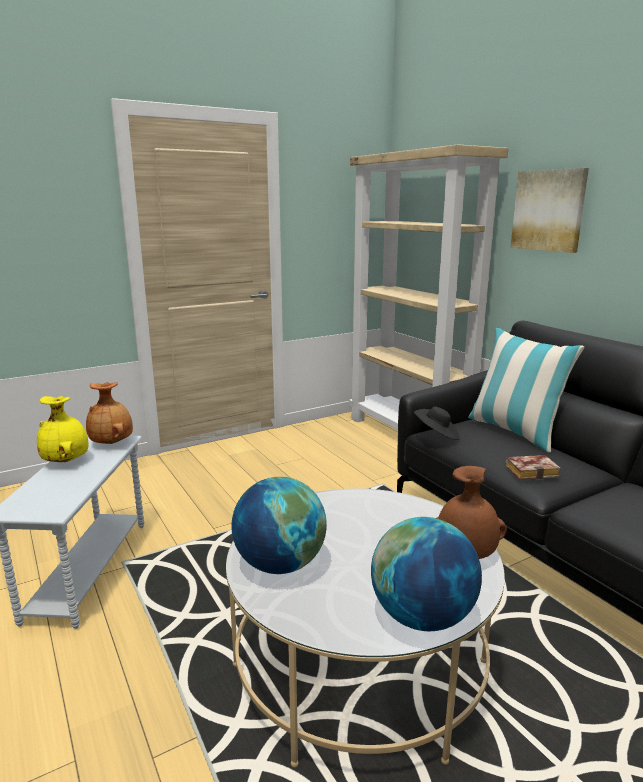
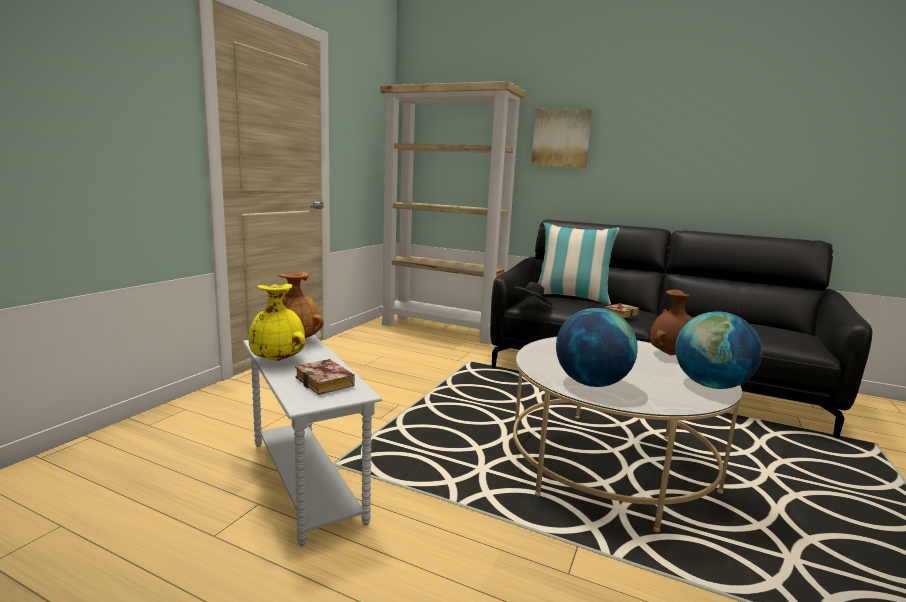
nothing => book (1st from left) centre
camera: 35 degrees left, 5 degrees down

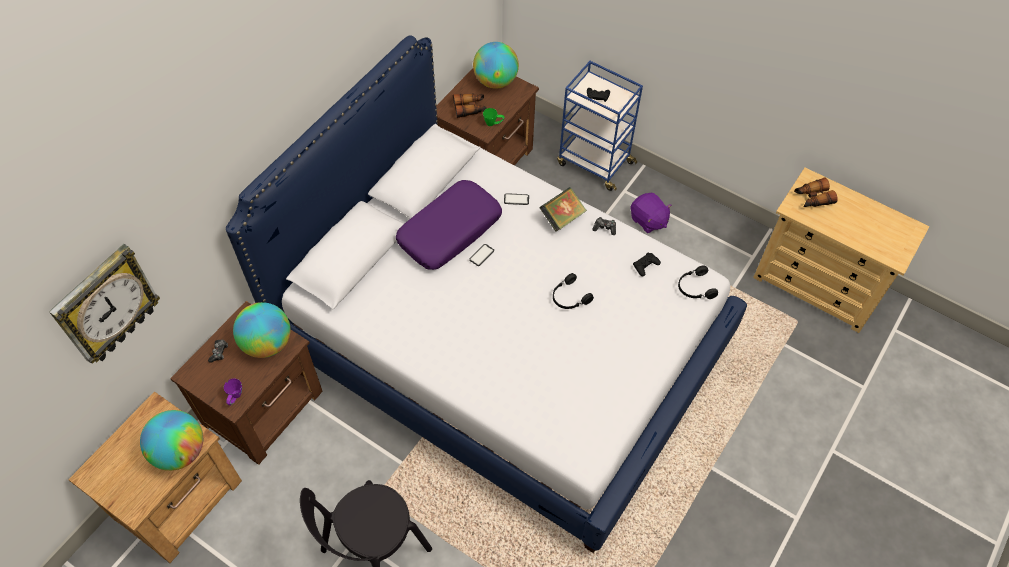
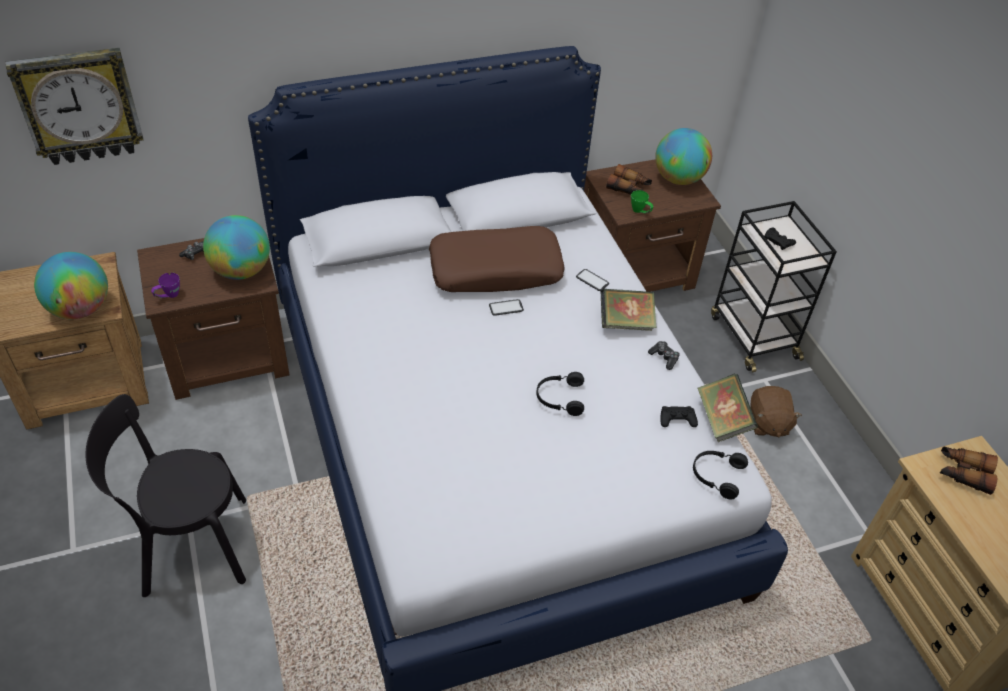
purple pillow centre => brown-coloured pillow centre
nothing => book (2nd from left) middle right
blue-coloured wheeled cart top centre => blackish wheeled cart middle right
purple soft toy centre => brown-coloured soft toy middle right
camera: 35 degrees right, 10 degrees down

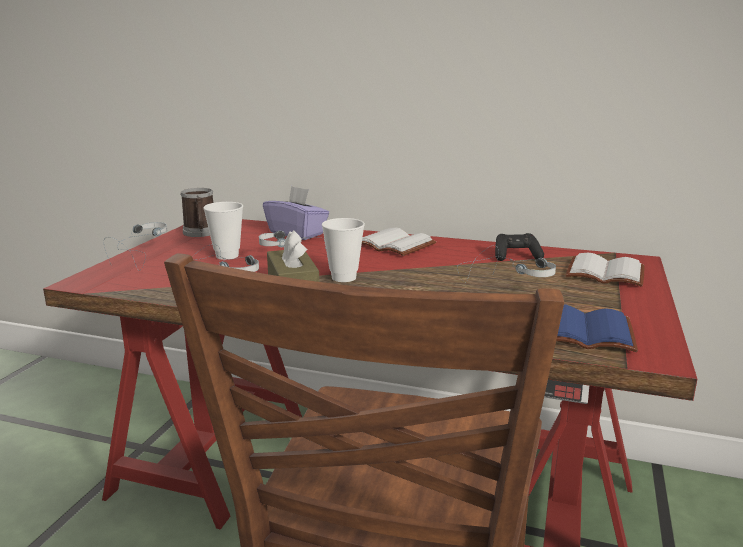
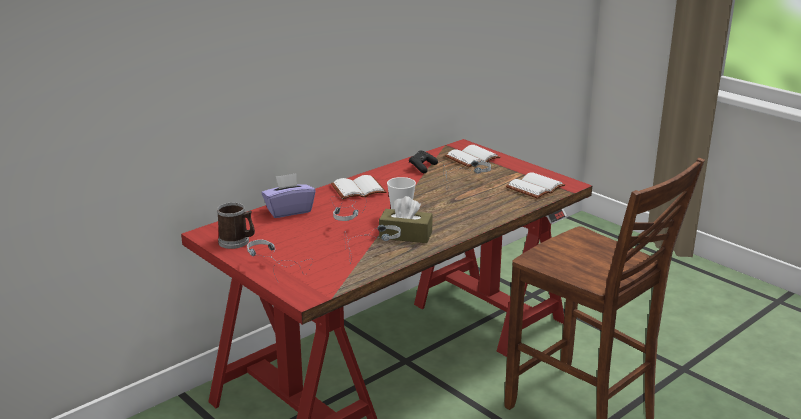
blue-coloured book middle right => whitish book (3rd from left) middle right
drinking cup (1st from left) middle left => nothing
camera: 60 degrees left, 5 degrees up

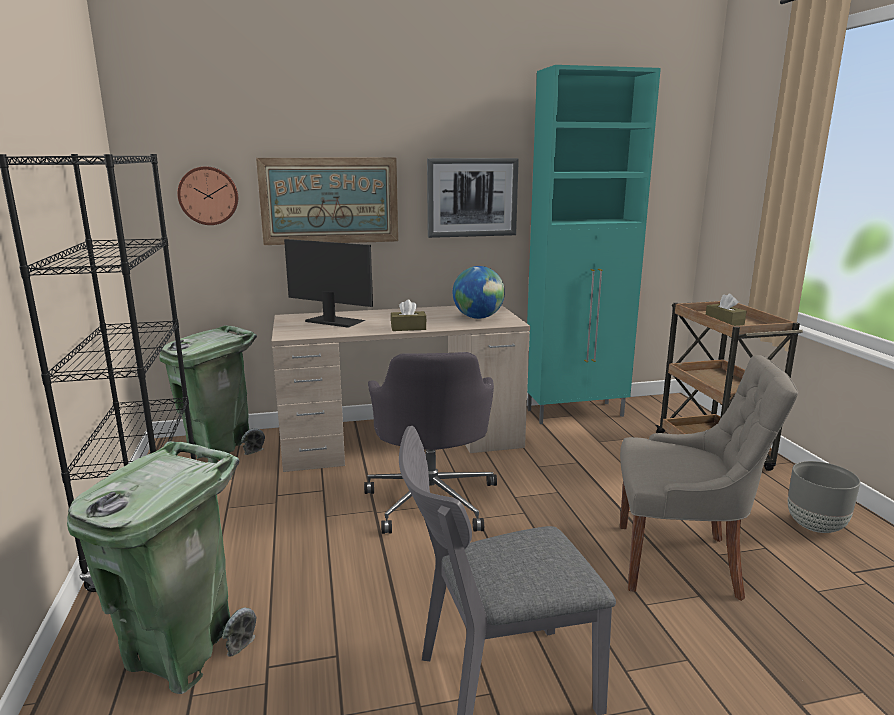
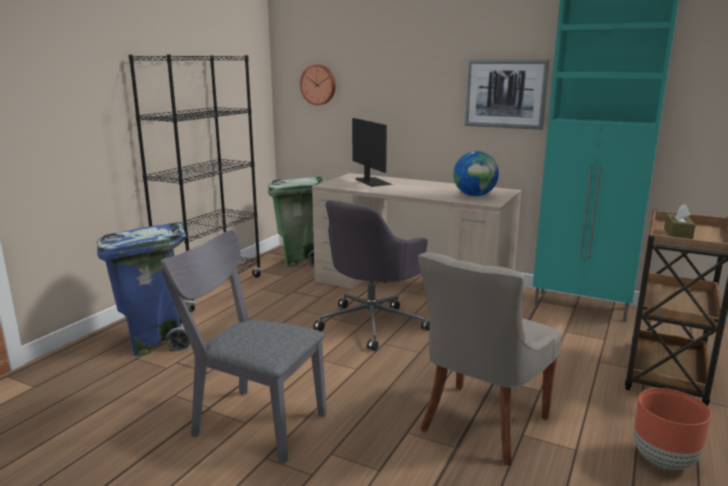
greenish trash can (1st from left) bottom left => blue-coloured trash can middle left
grey upright chair (2nd from left) bottom right, 75 degrees clockwise
grey plant pot bottom right => brown-coloured plant pot bottom right
wall picture (1st from left) top centre => nothing
brown-coloured tissue box (1st from left) centre => nothing
camera: 40 degrees right, 0 degrees up

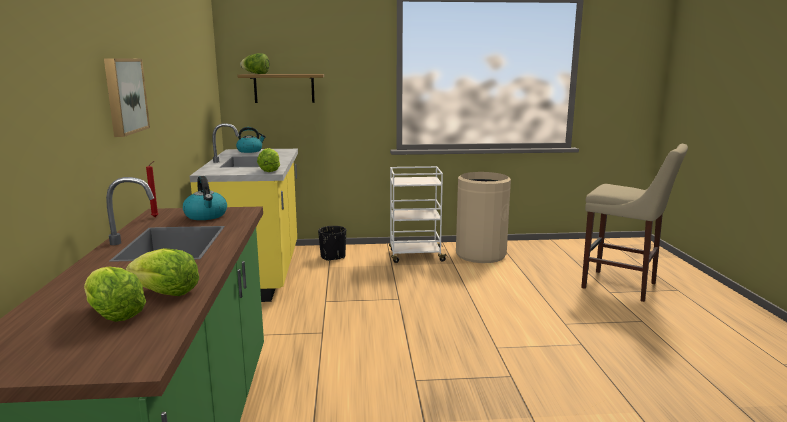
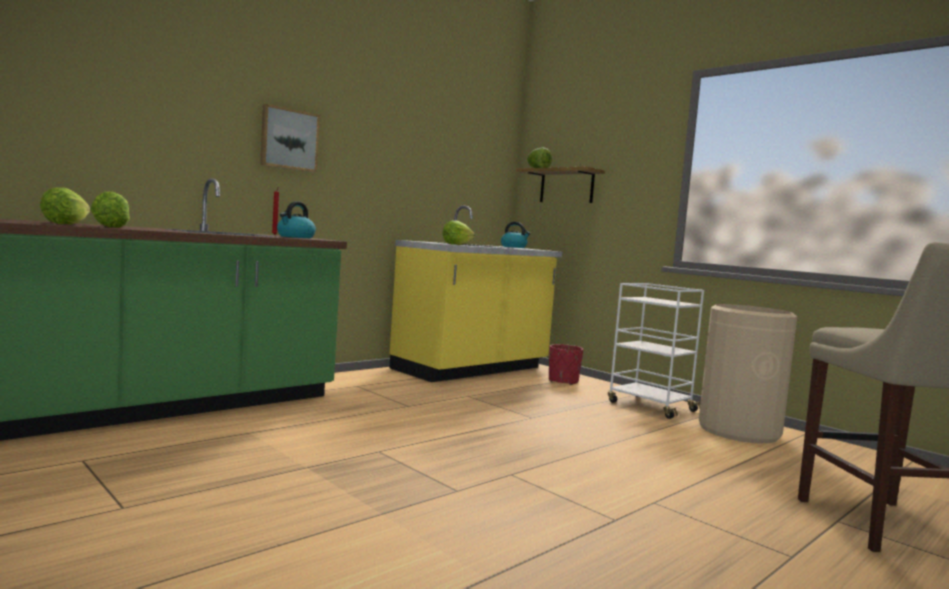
blackish plant pot centre => reddish plant pot centre
camera: 50 degrees right, 10 degrees down

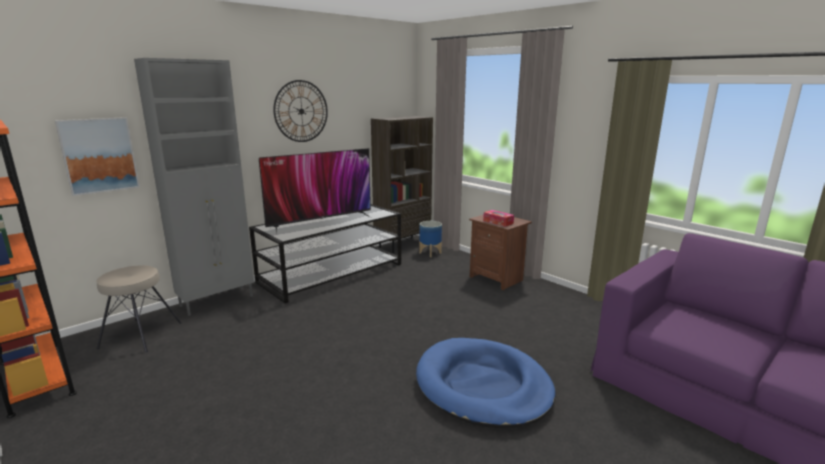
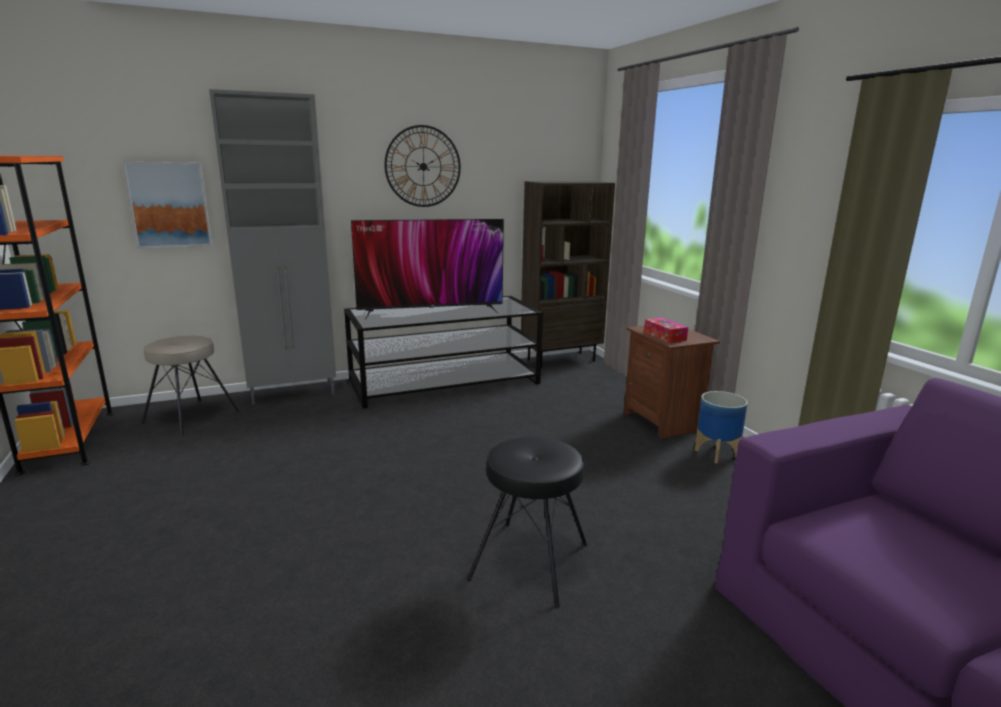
blue-coloured dog cushion bottom centre => blackish stool seat bottom centre
plant pot centre => plant pot middle right, move
camera: 20 degrees right, 0 degrees up

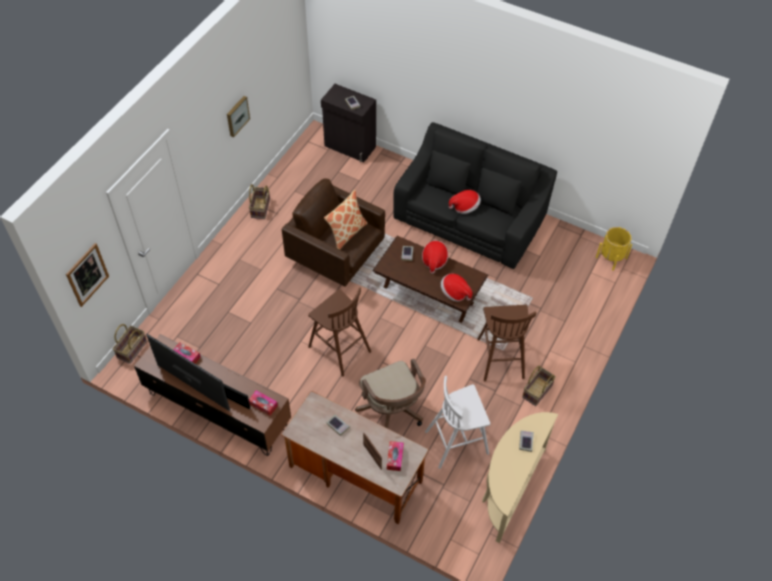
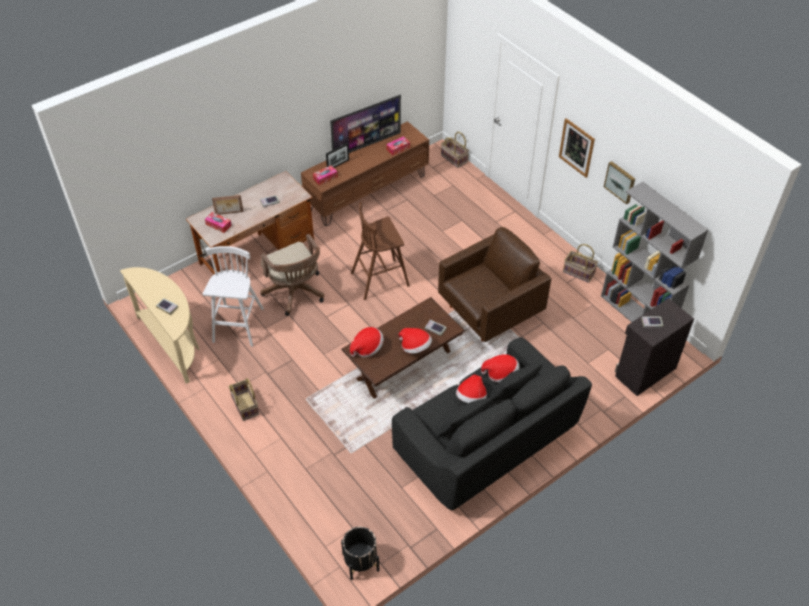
brown-coloured desk chair bottom centre => brown-coloured desk chair centre, 120 degrees counterclockwise
yellowish plant pot middle right => blackish plant pot bottom centre
nothing => wearable hat (4th from left) centre
wall picture (1st from left) middle left => wall picture (1st from left) top right, move
nothing => grey bookcase middle right
pillow centre => nothing
brown-coloured stool seat (2nd from left) centre => nothing
camera: 115 degrees right, 5 degrees down

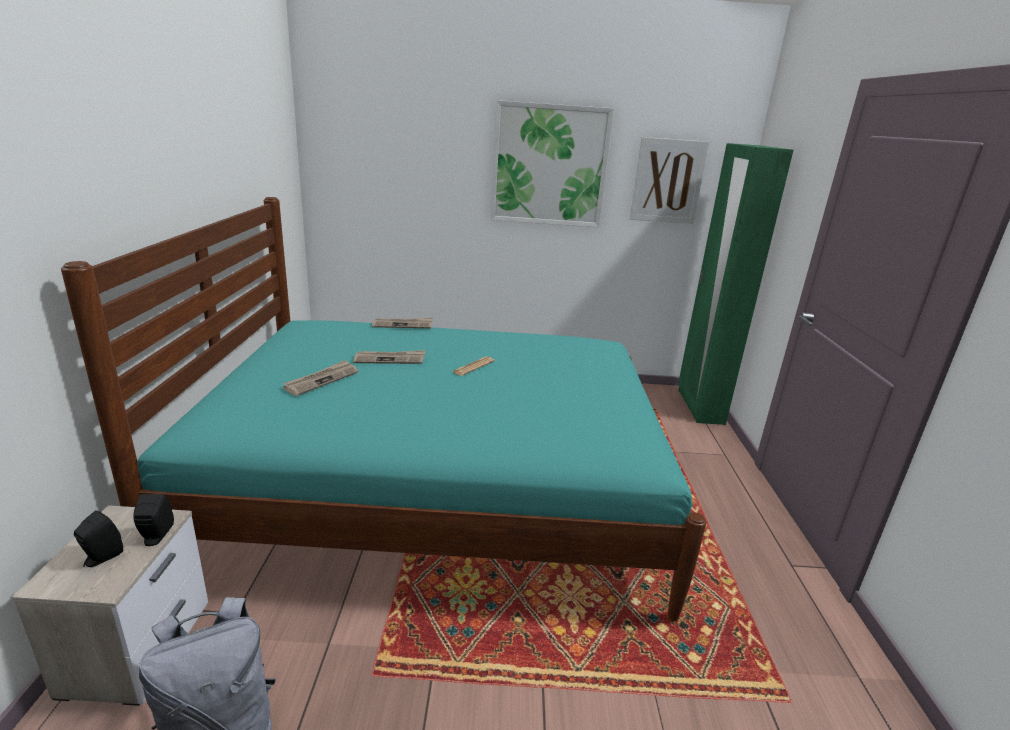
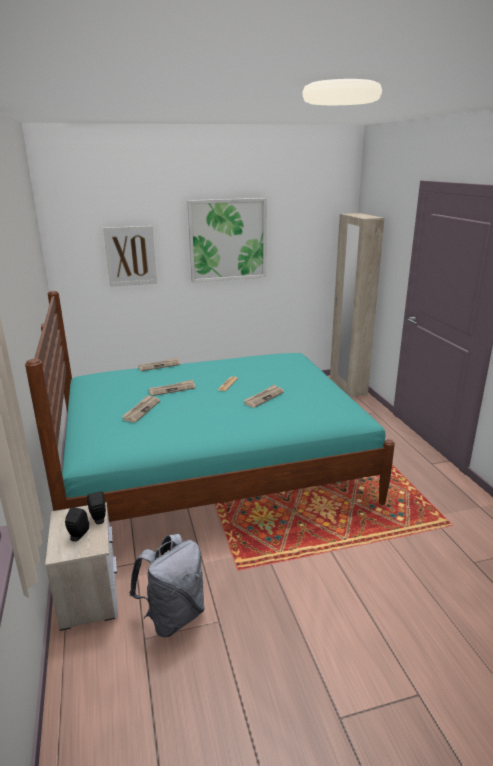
wall picture (2nd from left in the first image) top centre => wall picture (1st from left) middle left, move
nothing => newspaper (5th from left) centre
greenish wardrobe middle right => beige wardrobe middle right
camera: 15 degrees left, 0 degrees up

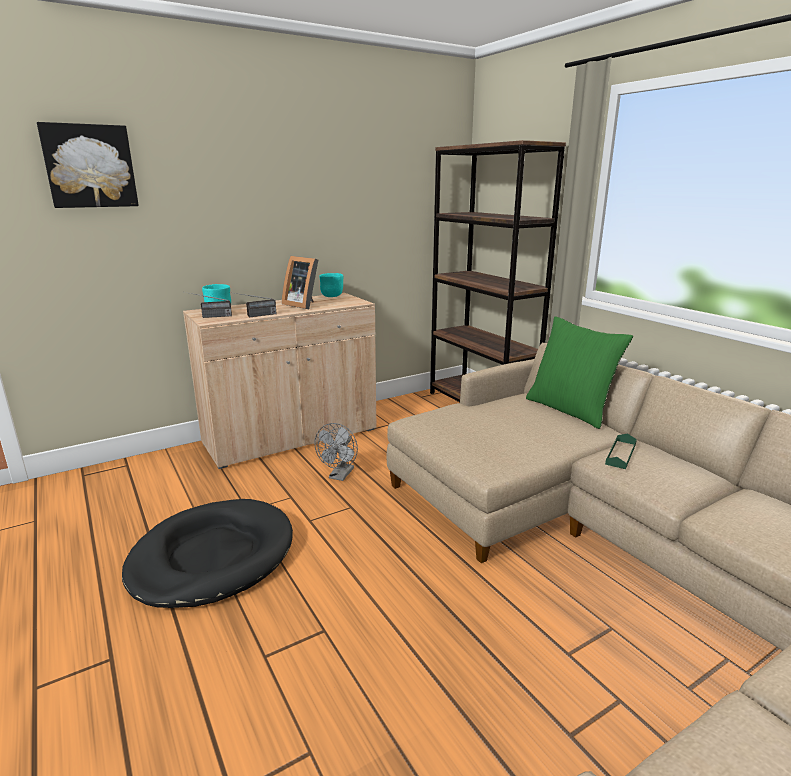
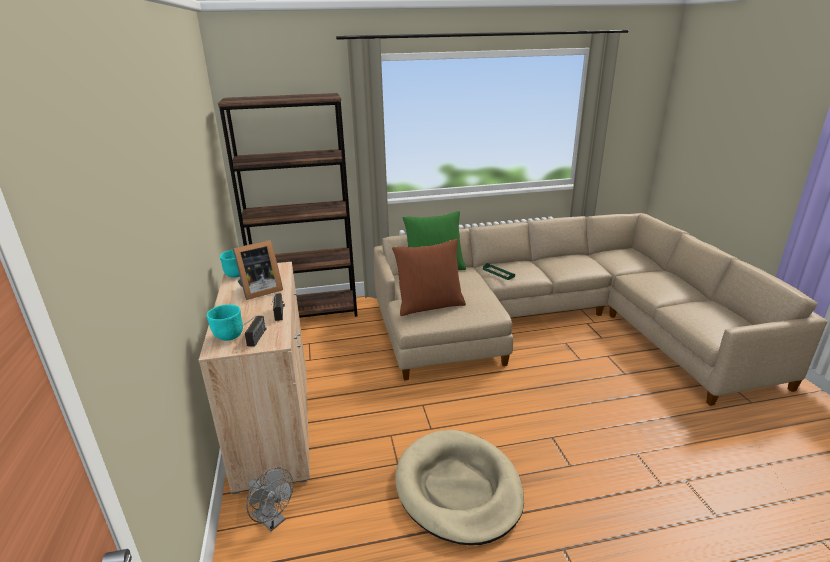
grey electric fan centre => grey electric fan bottom left, move
nothing => brown-coloured pillow centre
blackish dog cushion bottom left => beige dog cushion bottom centre
wall picture top left => nothing
camera: 70 degrees left, 5 degrees up

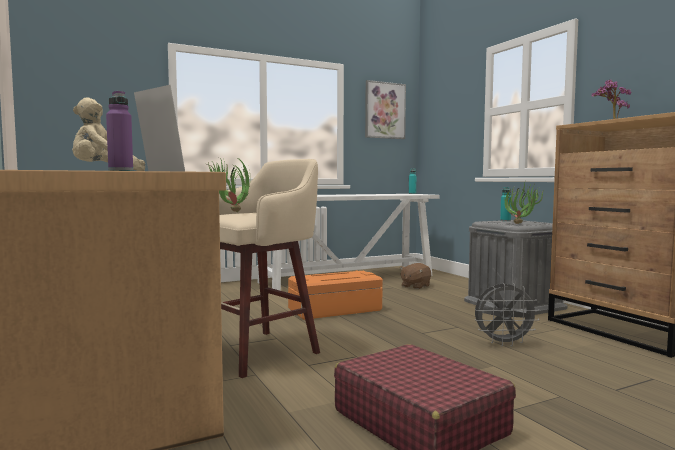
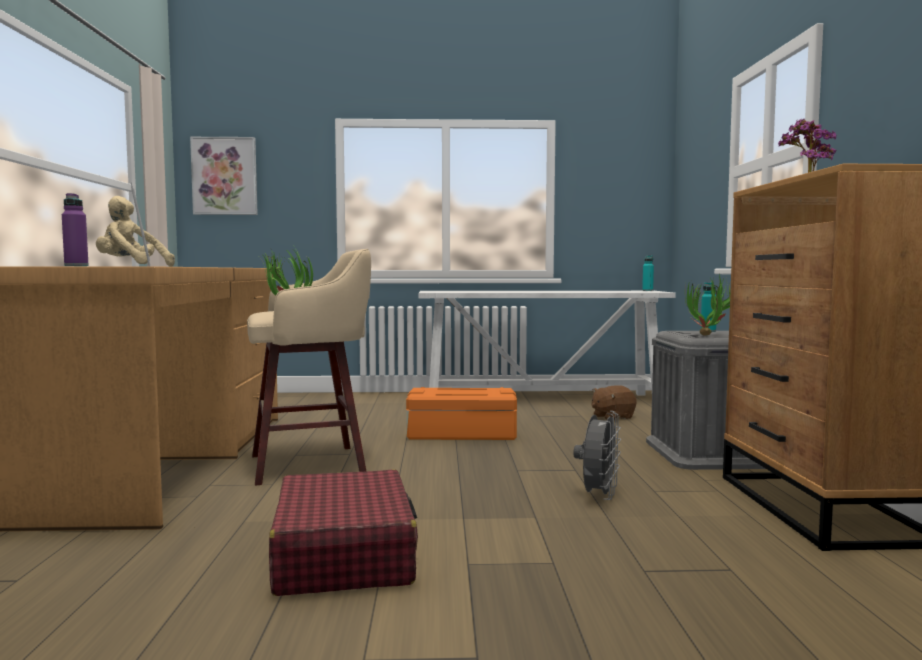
wall picture top centre => wall picture top left, move
grey electric fan bottom right => grey electric fan bottom centre, 90 degrees counterclockwise
camera: 25 degrees right, 0 degrees up

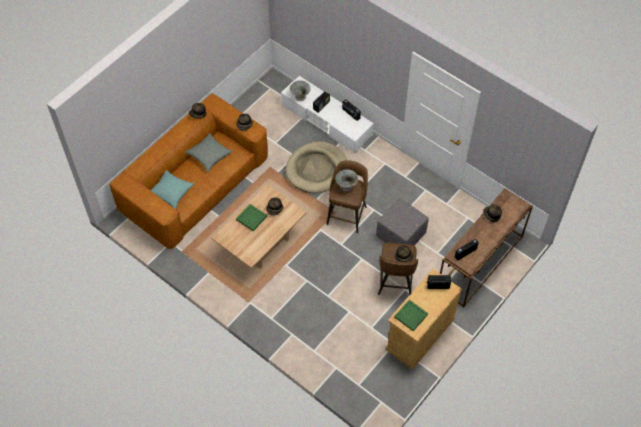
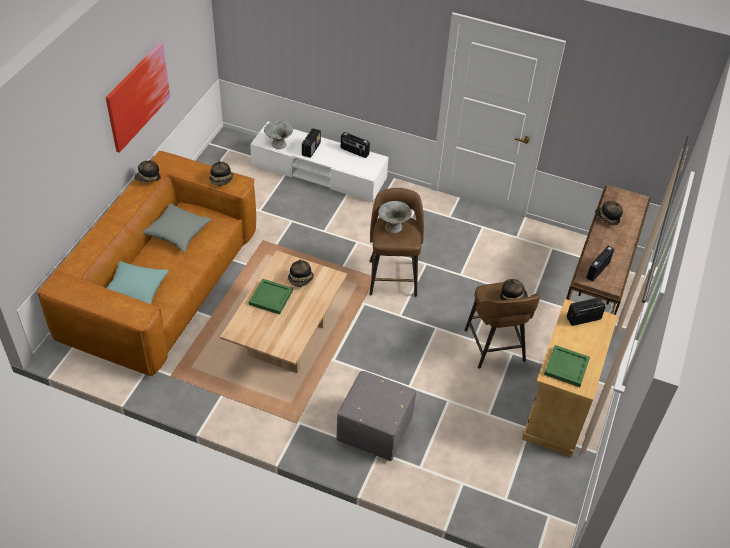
nothing => wall picture top left
grey ottoman centre => grey ottoman bottom centre, move
beige dog cushion centre => nothing
camera: 20 degrees left, 10 degrees down

